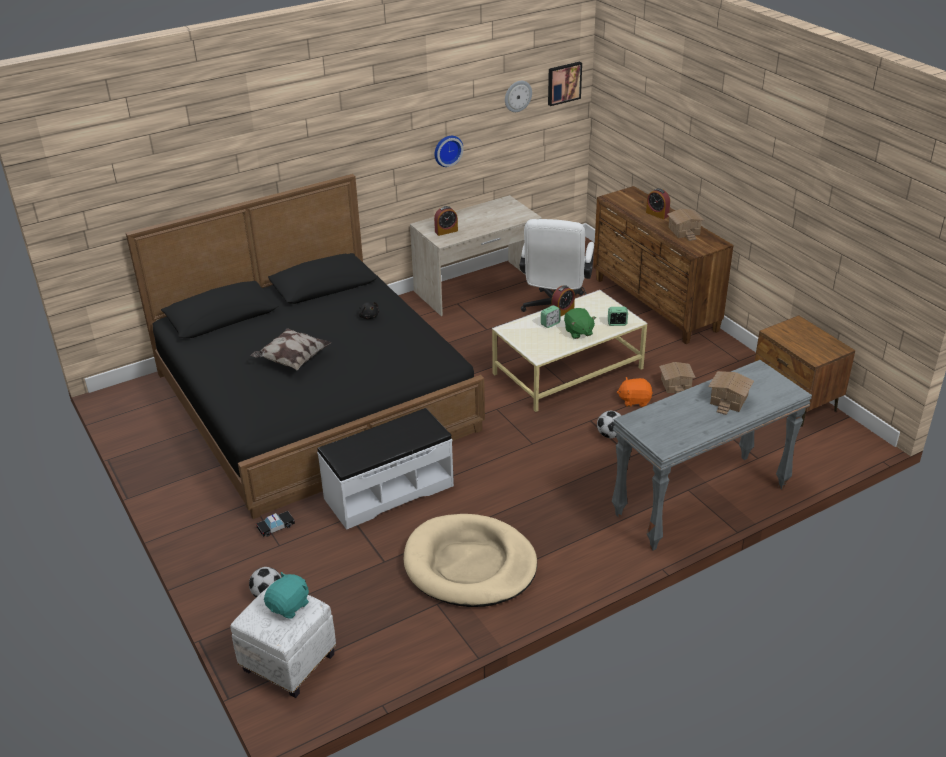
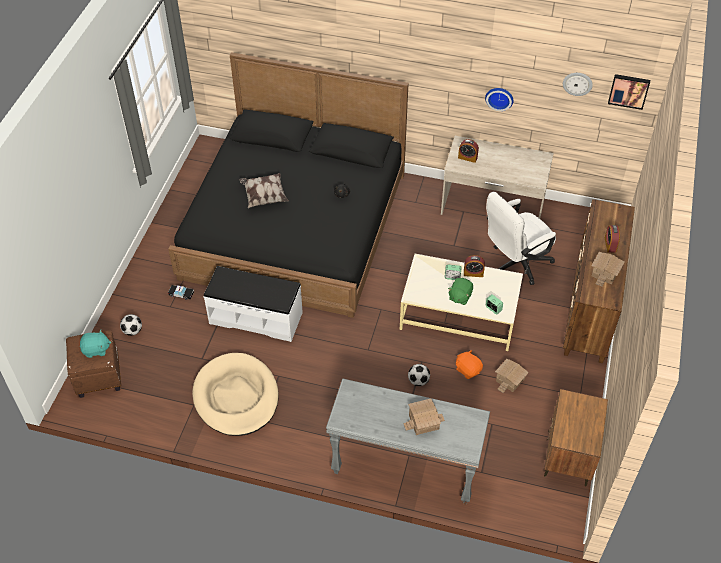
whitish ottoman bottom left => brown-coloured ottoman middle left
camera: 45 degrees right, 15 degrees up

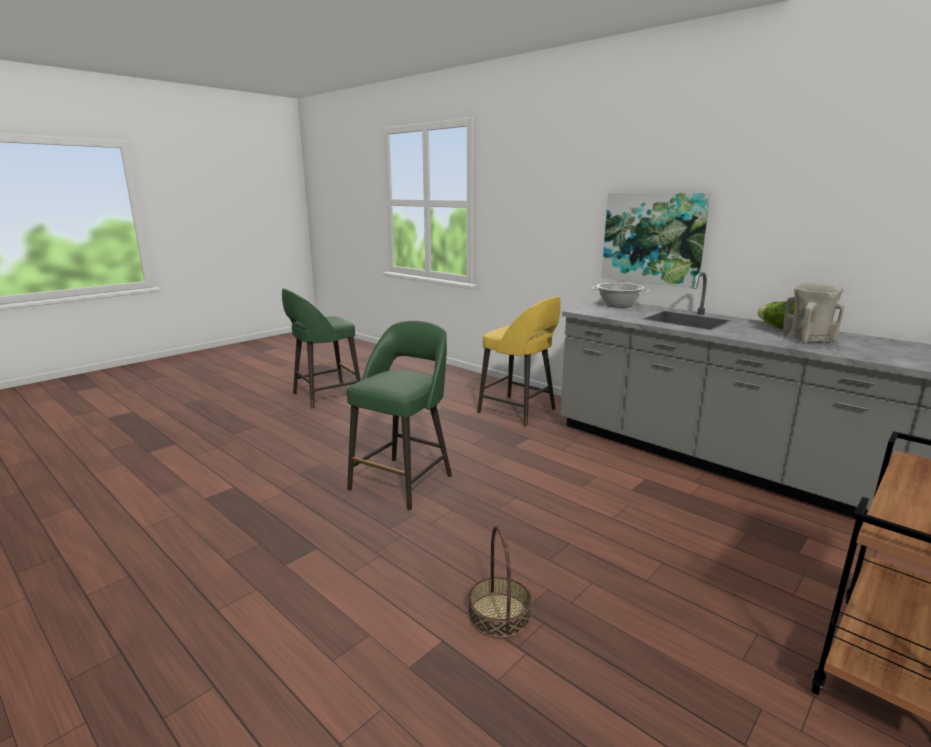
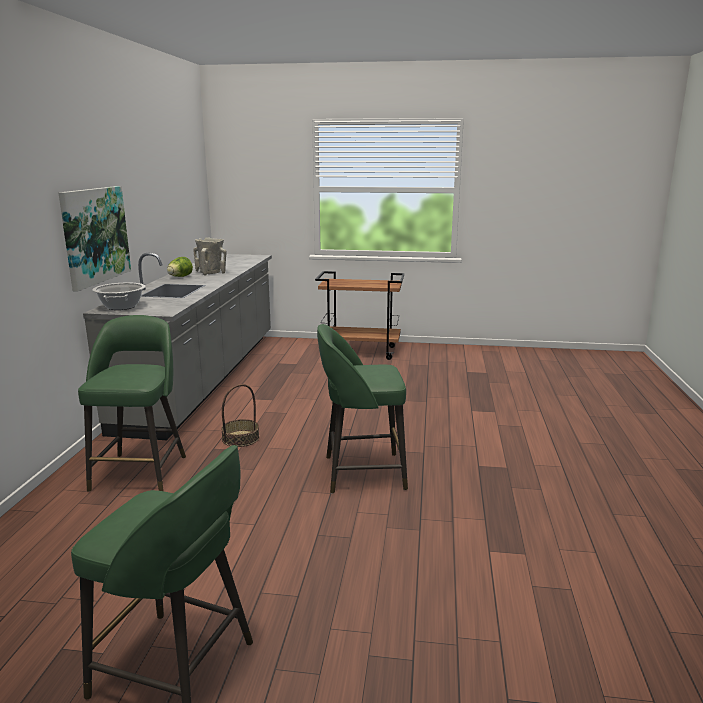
yellowish stool seat centre => greenish stool seat (1st from left) middle left
basket bottom centre => basket centre, move
camera: 125 degrees left, 0 degrees up

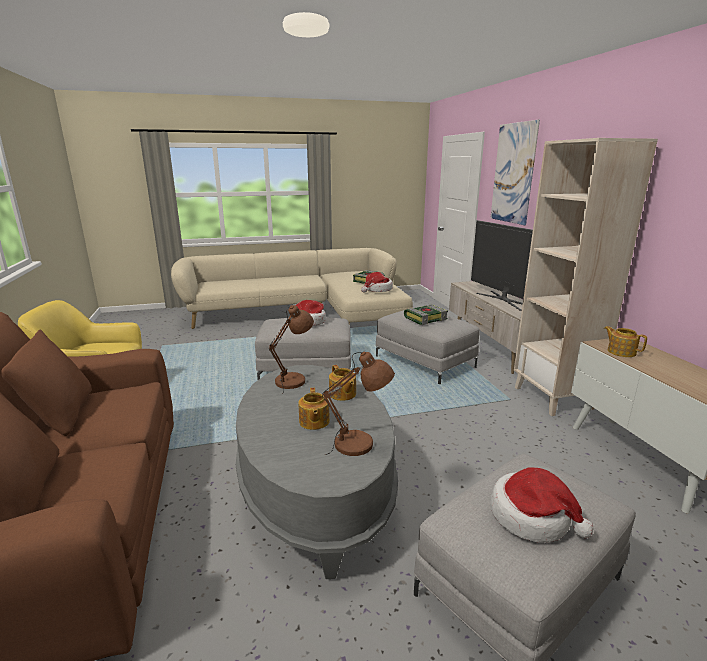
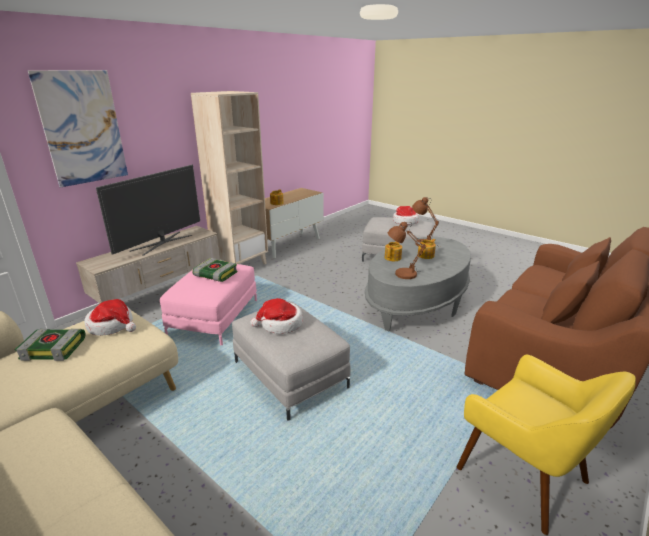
grey ottoman (2nd from left) centre => pink-coloured ottoman middle left
camera: 125 degrees left, 5 degrees up

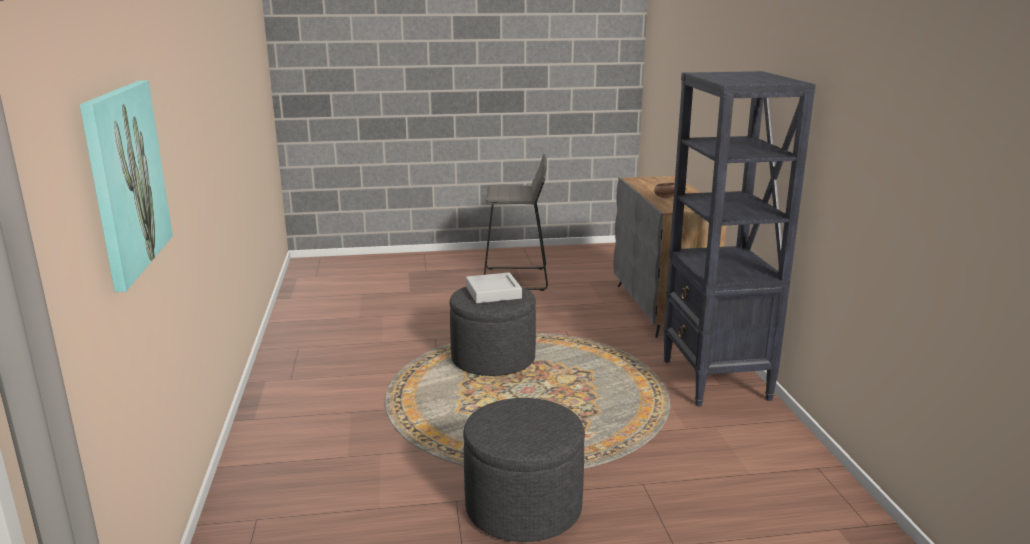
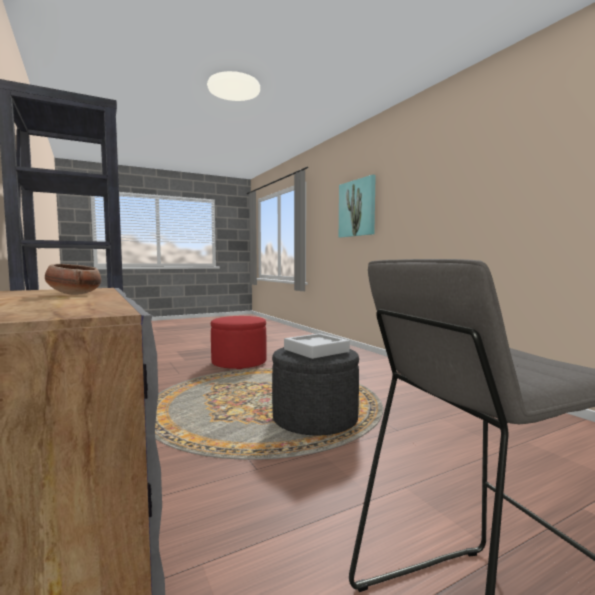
grey ottoman (2nd from left) bottom centre => reddish ottoman centre
camera: 160 degrees right, 15 degrees down

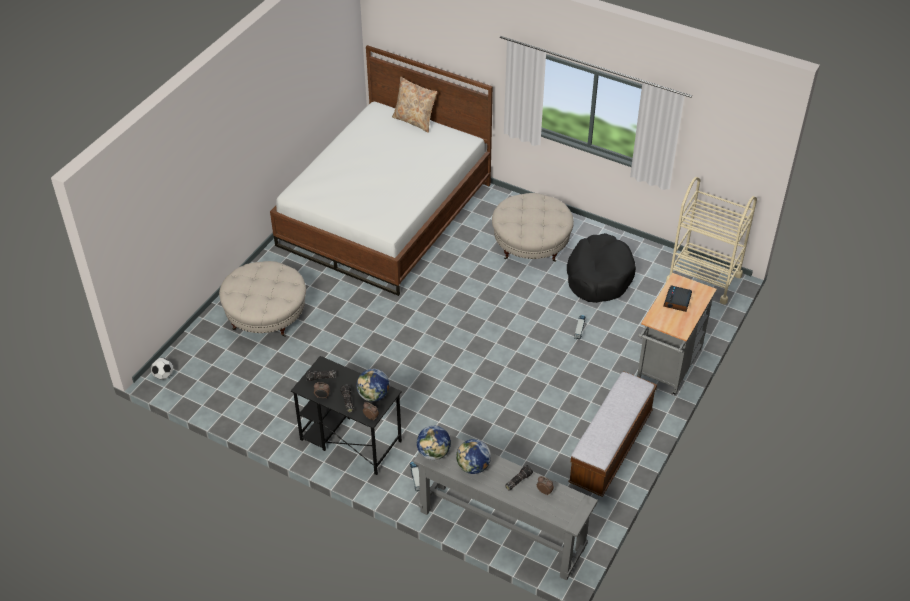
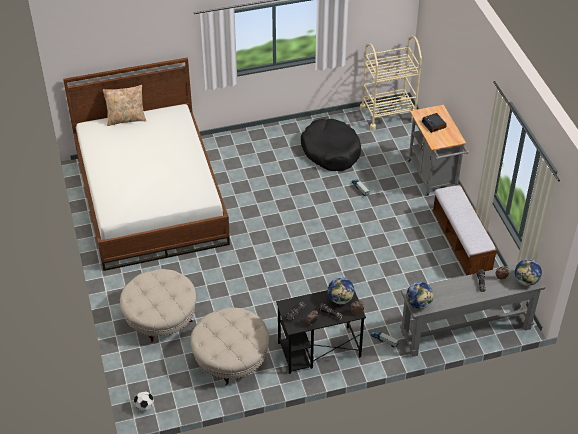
beige ottoman (2nd from left) centre => beige ottoman (2nd from left) bottom centre, move
world globe (3rd from left) bottom centre => world globe (3rd from left) middle right, move
camera: 45 degrees left, 0 degrees up

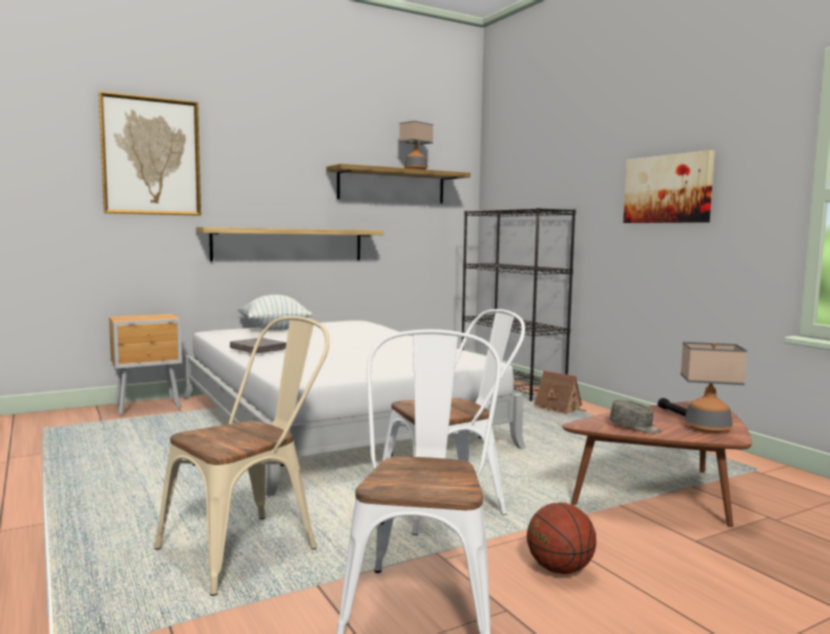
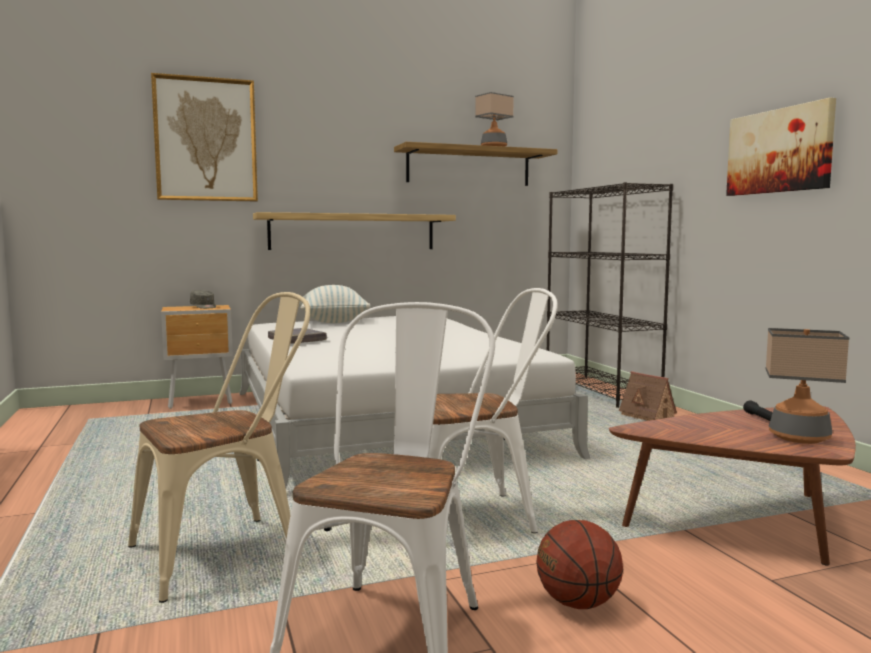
grey cap middle right => grey cap middle left, move
camera: 10 degrees right, 0 degrees up

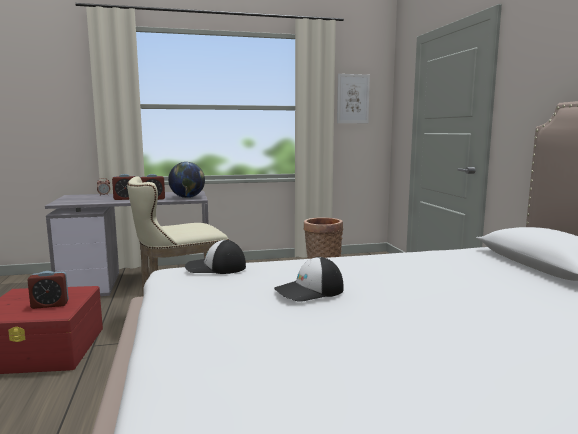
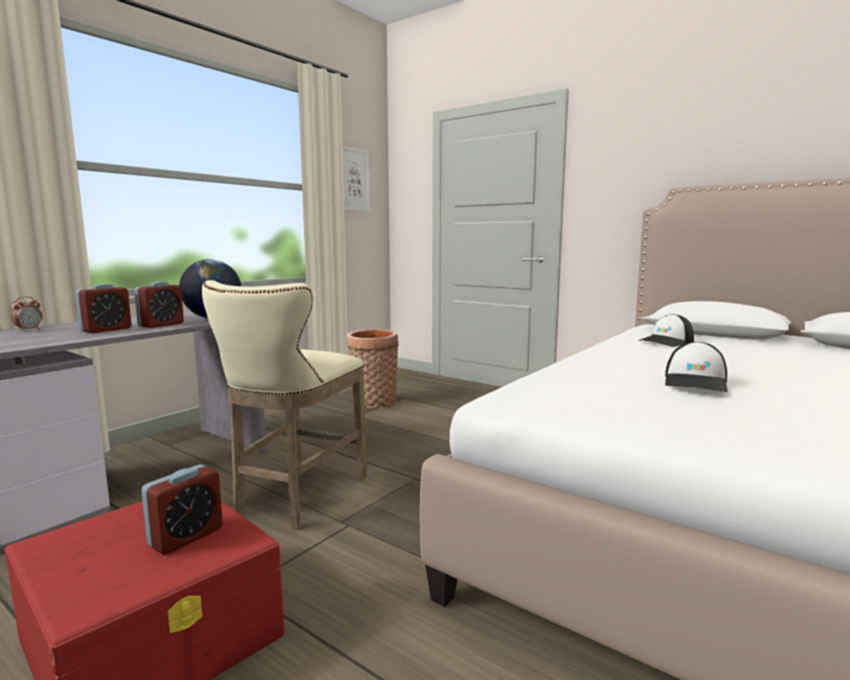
cap (1st from left) centre => cap (1st from left) middle right, move
camera: 40 degrees left, 0 degrees up

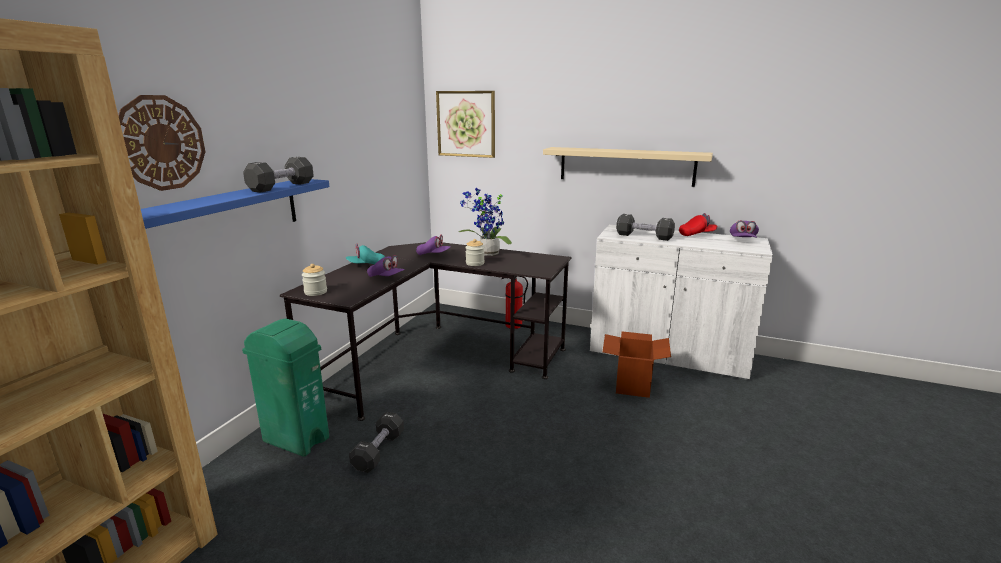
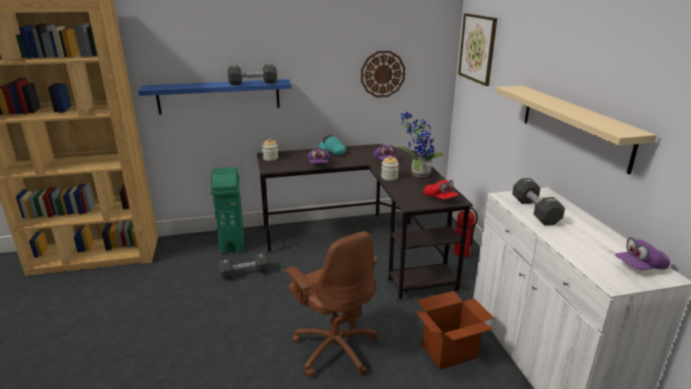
nothing => brown-coloured desk chair bottom centre
clock on the wall top left => clock on the wall top centre, move
reddish cap middle right => reddish cap centre, move
camera: 55 degrees right, 5 degrees up

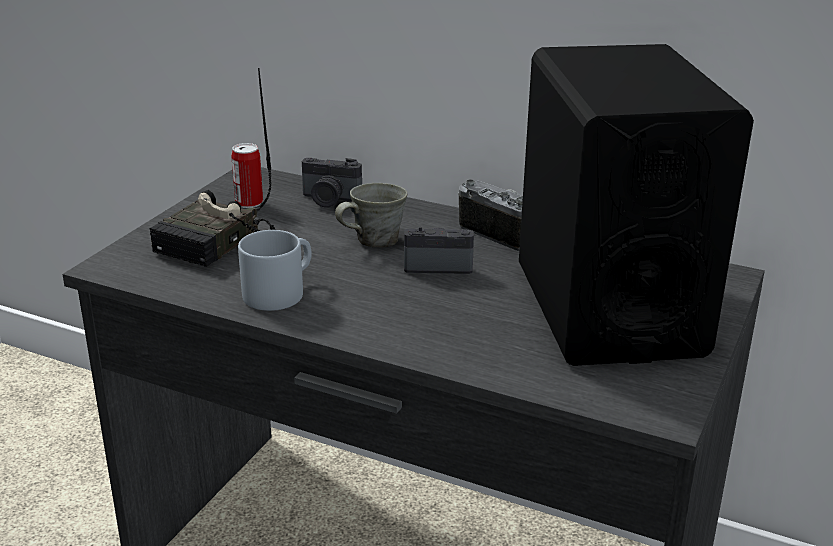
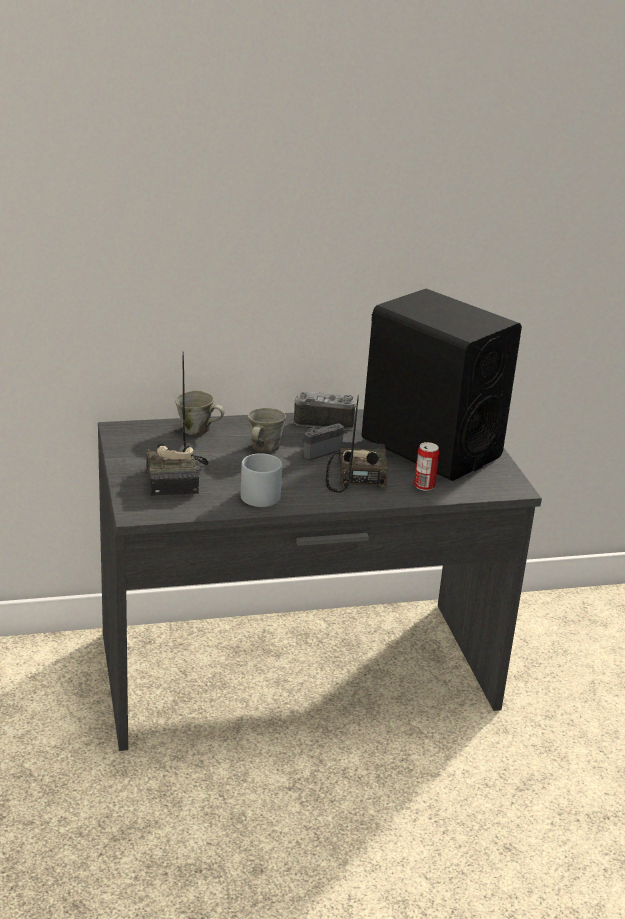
photo camera (1st from left) centre => grey coffee mug (1st from left) middle left
nothing => radio receiver (2nd from left) centre
metal can top left => metal can middle right, move
camera: 40 degrees left, 0 degrees up

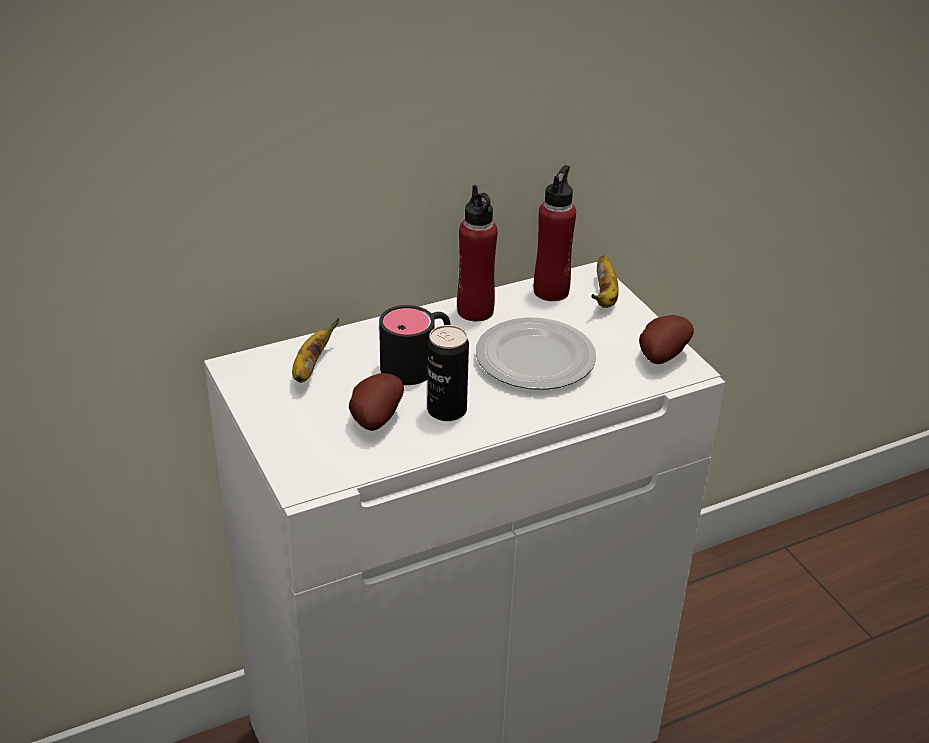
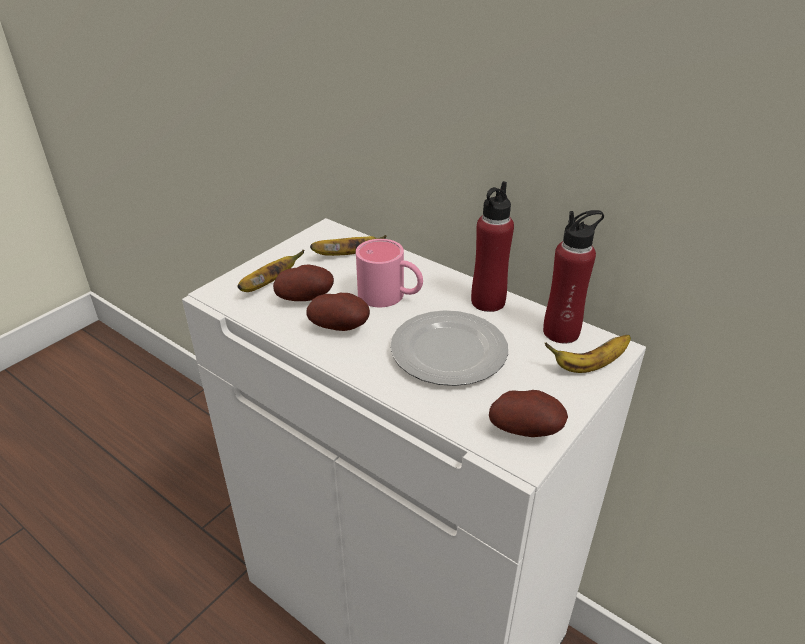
nothing => banana fruit (1st from left) centre
metal can centre => whole potato (2nd from left) centre
blackish coffee mug centre => pink-coloured coffee mug centre
camera: 65 degrees right, 0 degrees up

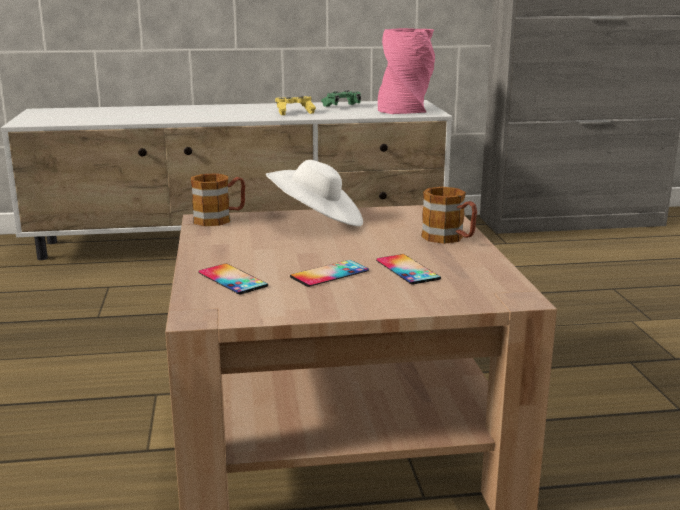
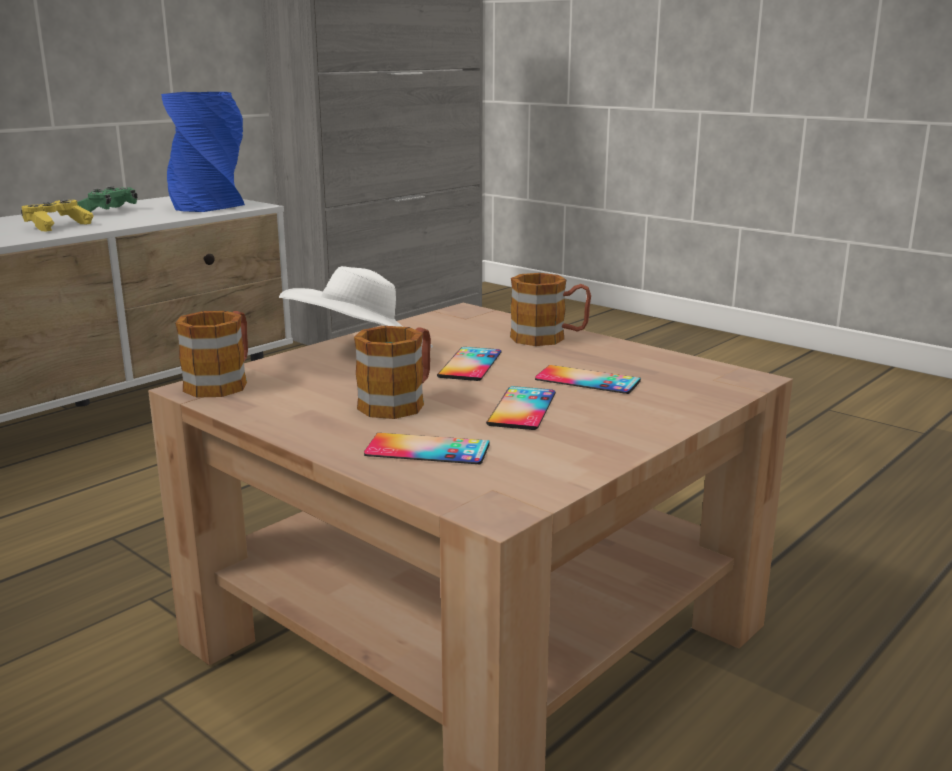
pink-coloured flower vase top centre => blue-coloured flower vase top left
nothing => coffee mug (2nd from left) centre
nothing => handset (2nd from left) centre
camera: 40 degrees left, 0 degrees up

